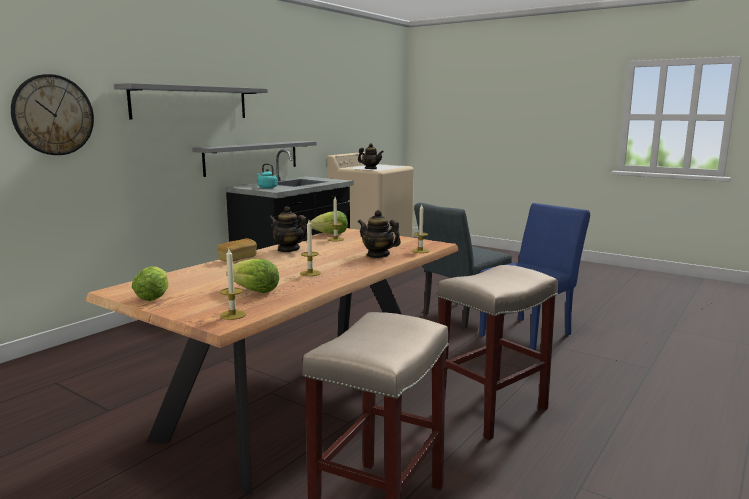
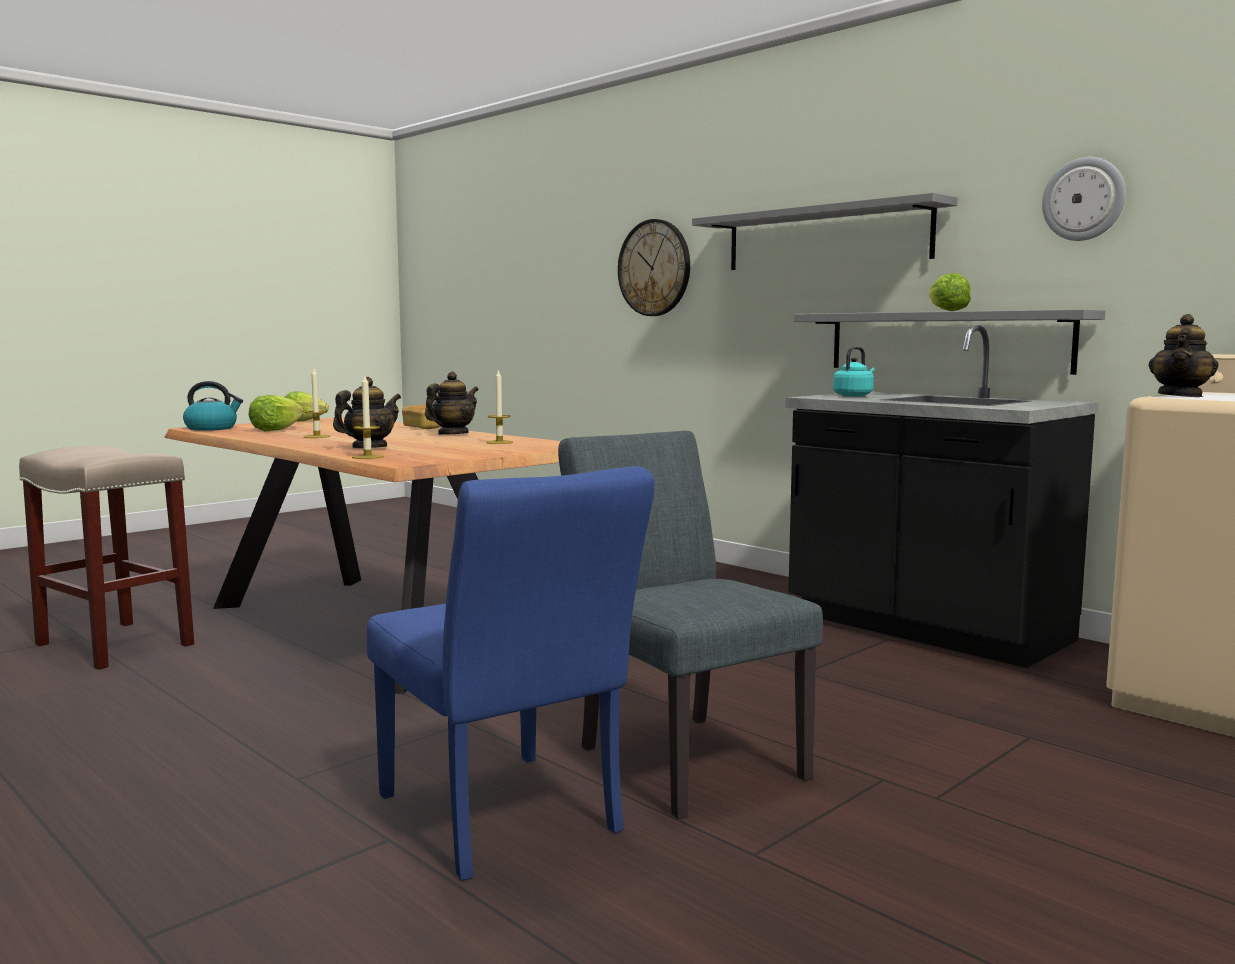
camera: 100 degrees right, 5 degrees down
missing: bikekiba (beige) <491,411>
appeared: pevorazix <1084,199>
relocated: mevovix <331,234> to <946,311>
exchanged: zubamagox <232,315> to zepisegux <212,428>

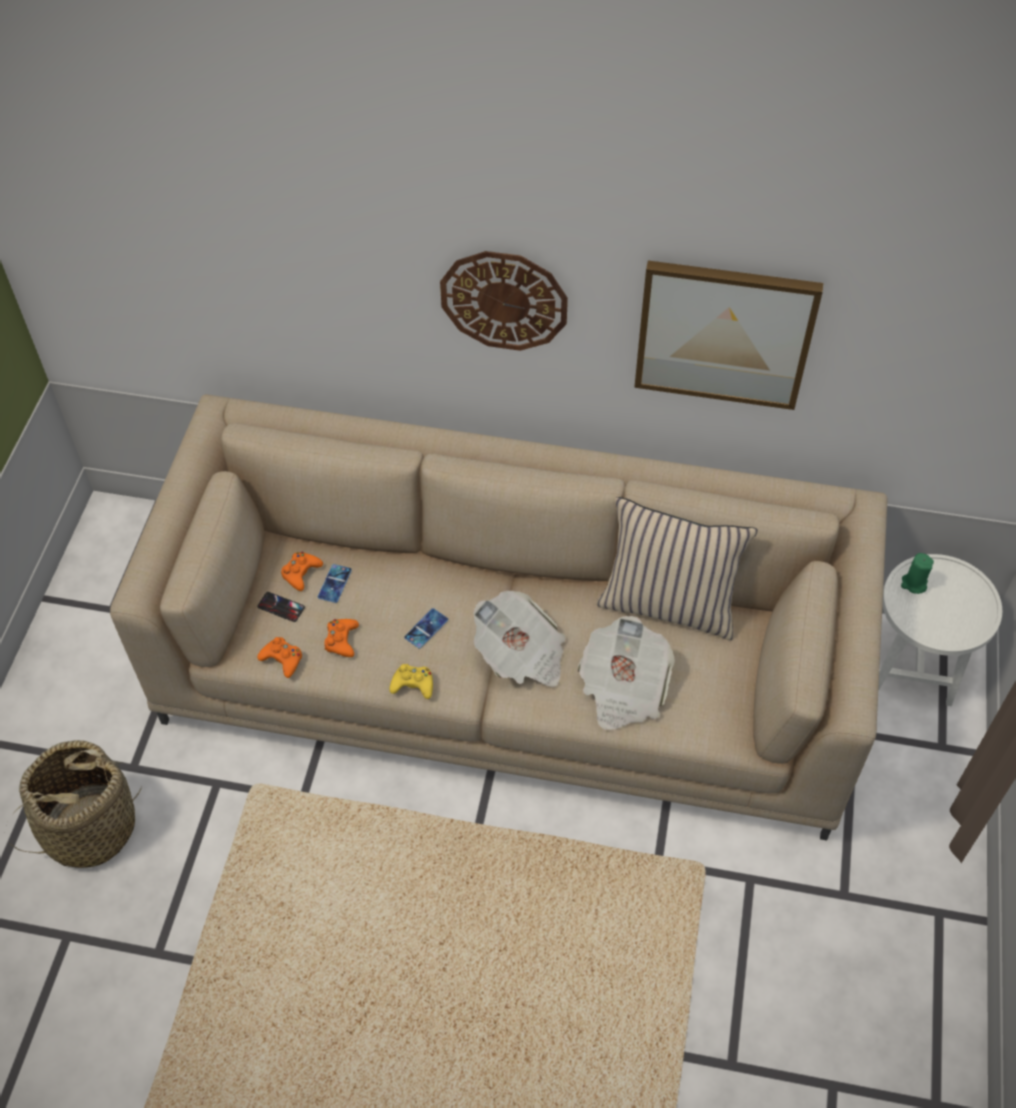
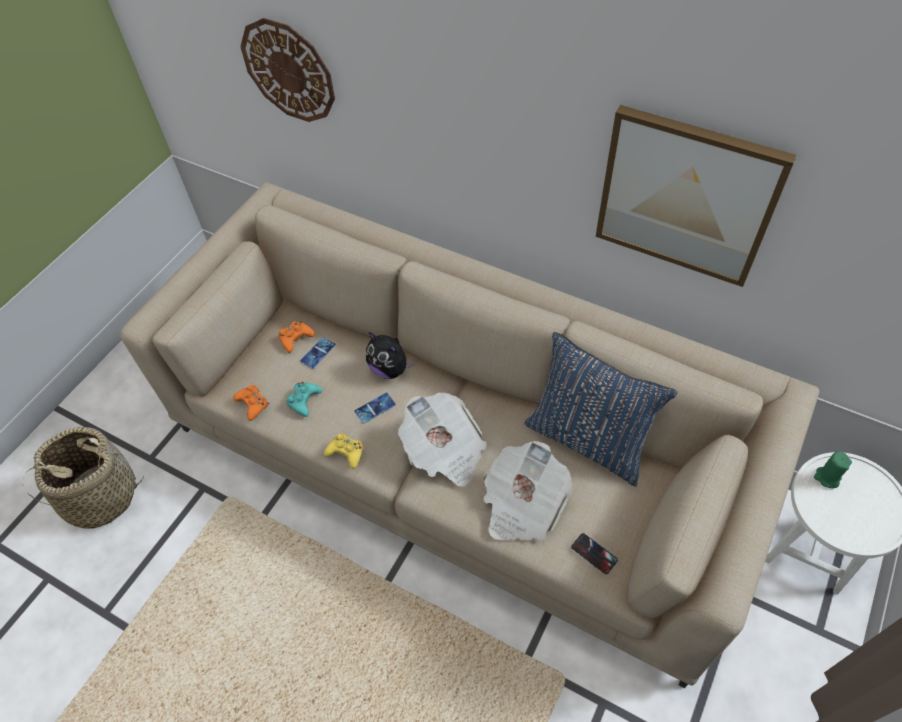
camera: 20 degrees right, 0 degrees up
appeared: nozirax <390,369>
relocated: pevorazix <504,300> to <289,71>; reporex <281,607> to <594,553>
colour: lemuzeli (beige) <668,604> to lemuzeli (blue) <588,439>; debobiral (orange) <341,640> to debobiral (turquoise) <304,401>

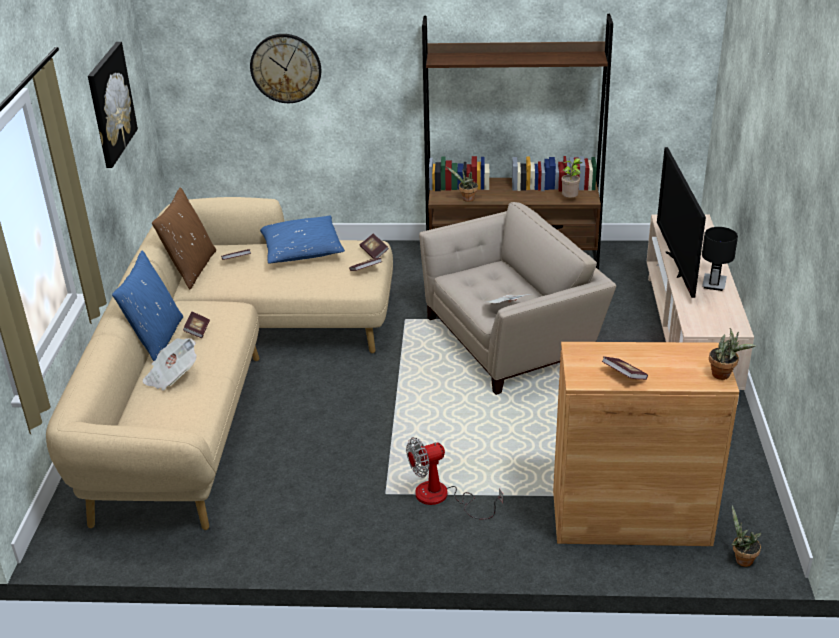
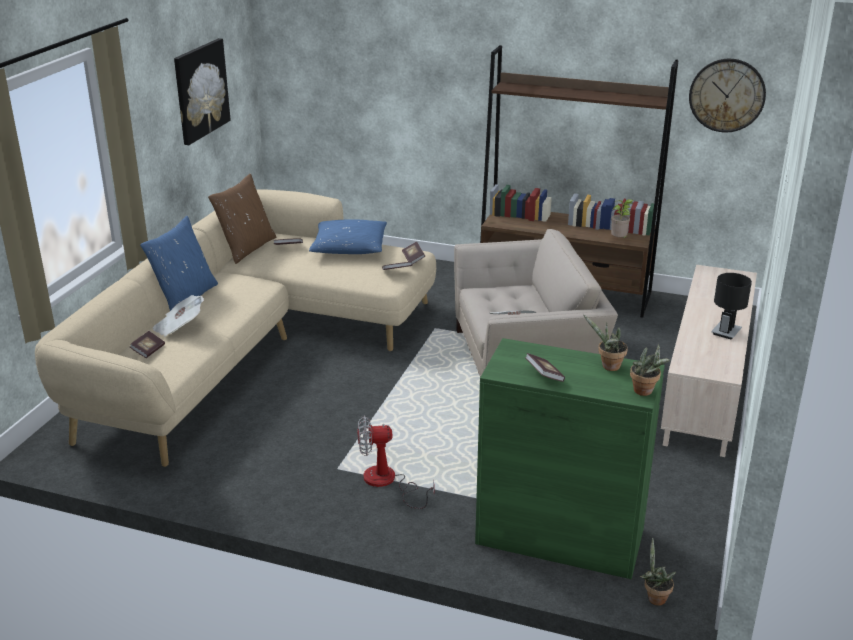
camera: 15 degrees right, 5 degrees down
missing: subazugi <677,264>
relocated: pevorazix <286,68> to <727,95>; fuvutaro <466,199> to <608,366>; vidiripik <197,331> to <148,351>
colour: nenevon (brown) <630,518> to nenevon (green) <560,536>

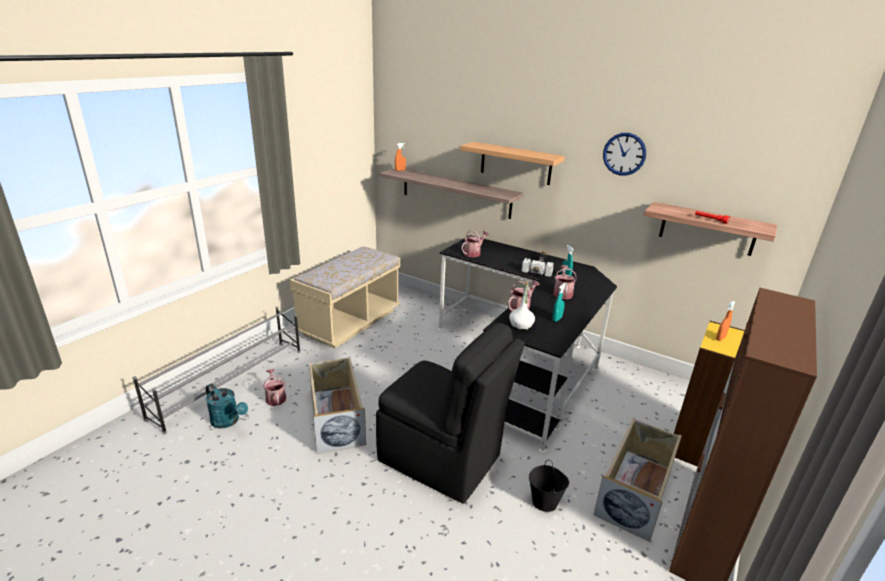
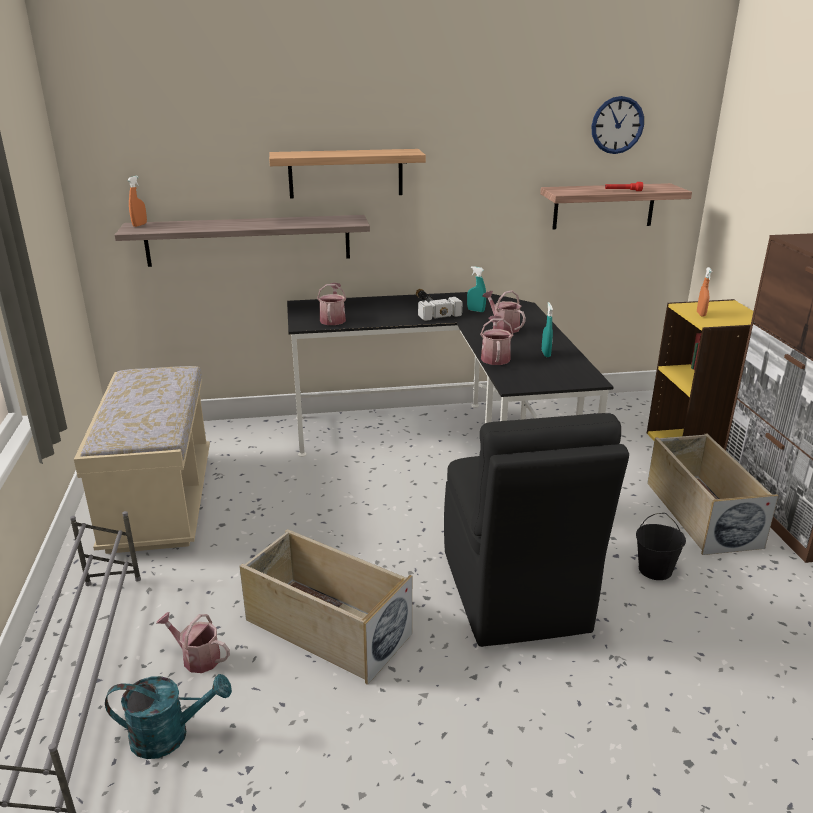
camera: 40 degrees left, 0 degrees up
missing: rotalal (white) <521,325>
relocated: pevorazix <624,154> to <617,125>
spun: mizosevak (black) <442,459> = <514,593> 90 degrees clockwise

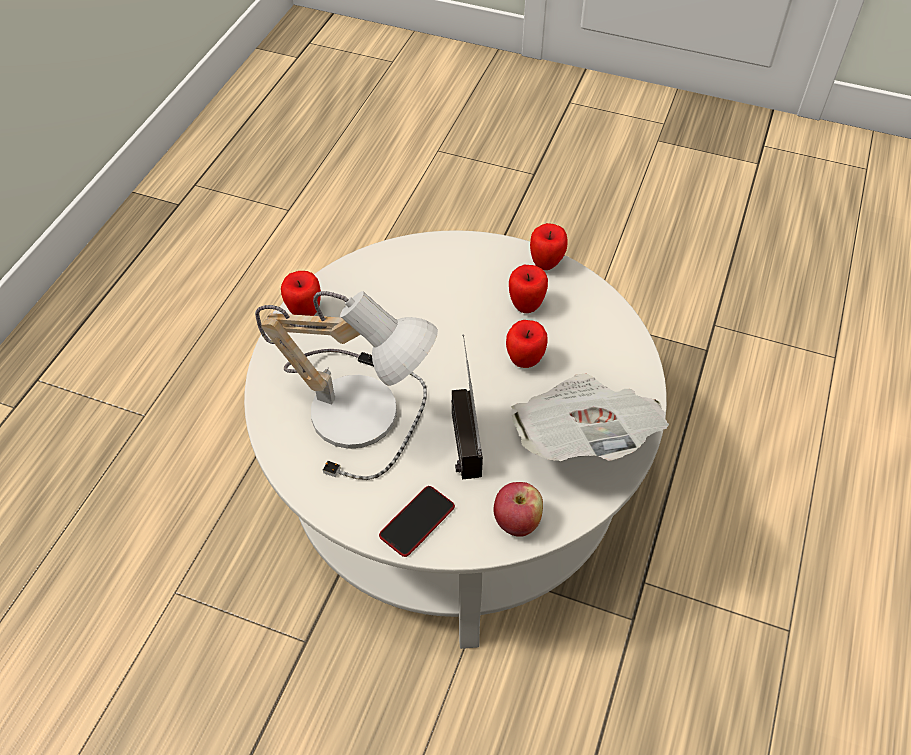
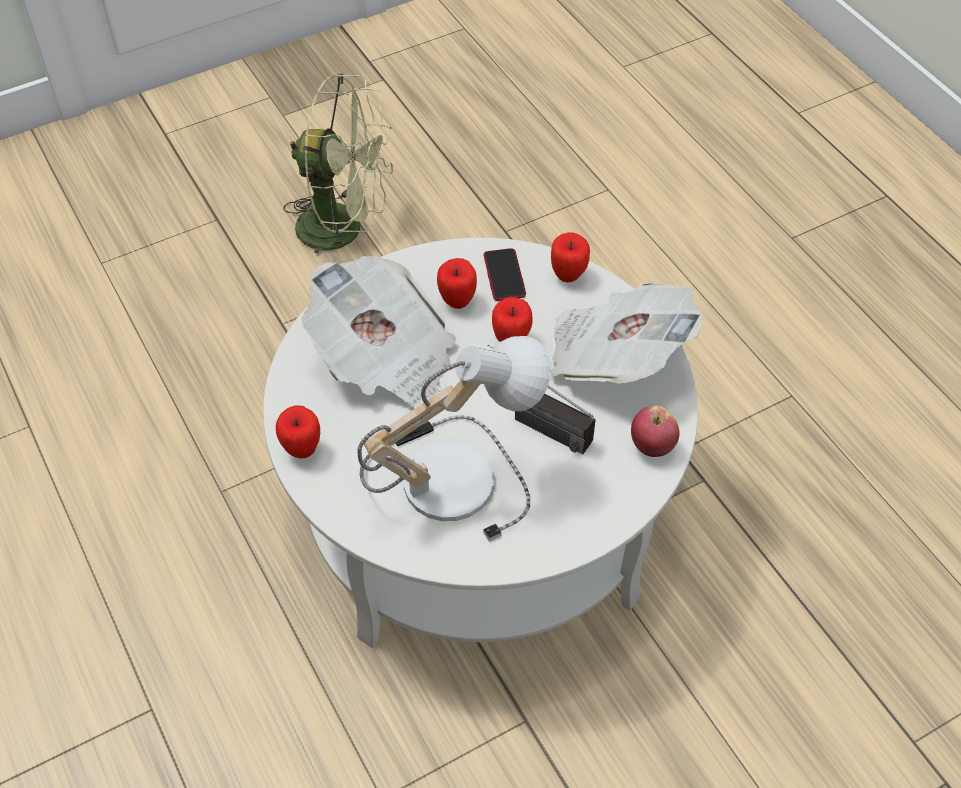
camera: 50 degrees left, 0 degrees up
appeared: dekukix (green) <344,228>; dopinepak <384,358>
relocated: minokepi <546,264> to <568,275>; reporex <417,521> to <504,275>

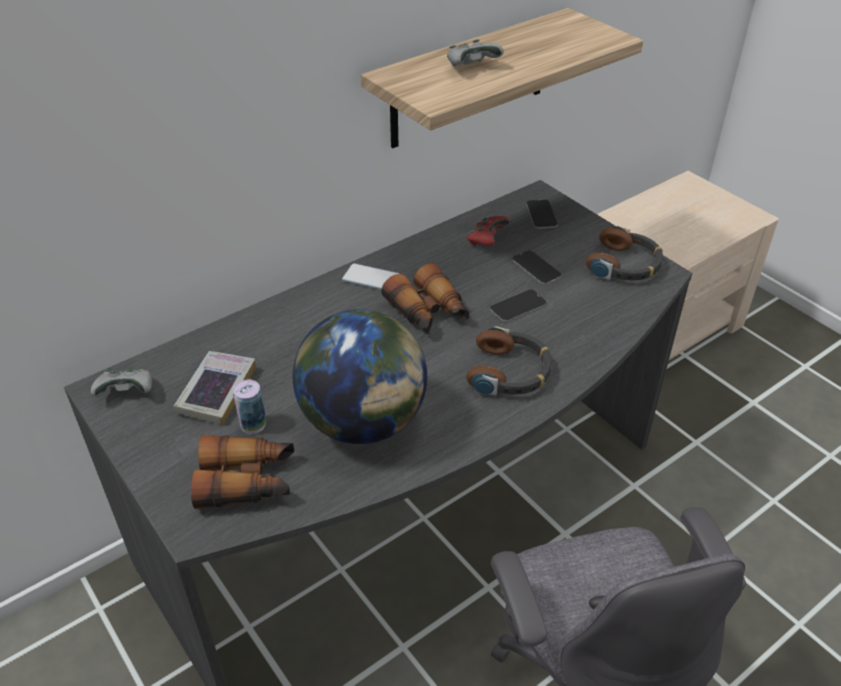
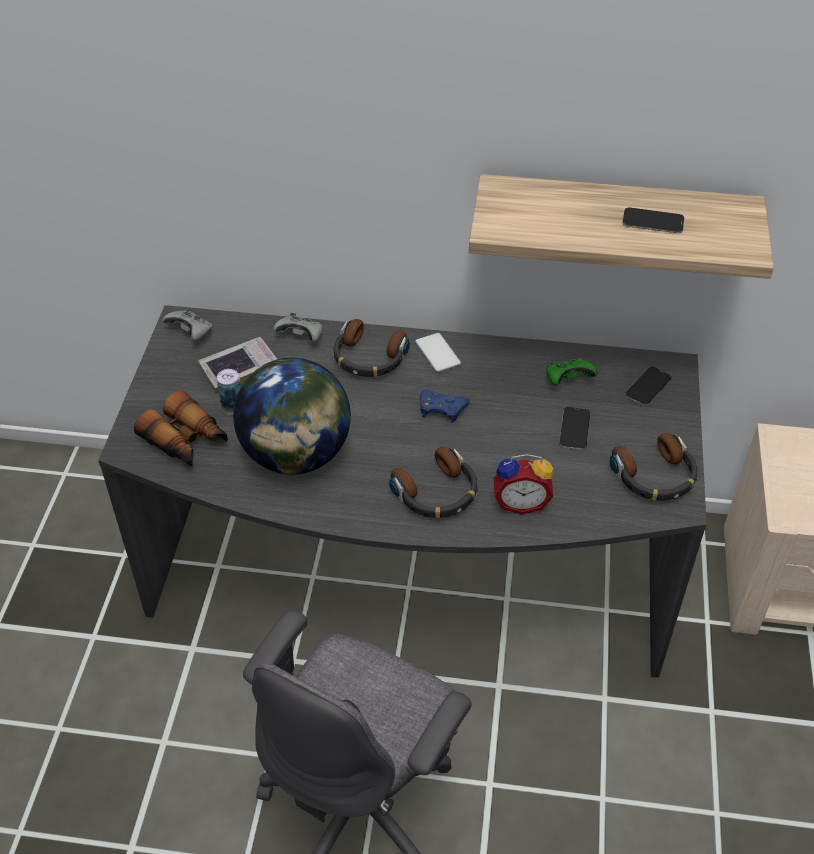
camera: 45 degrees right, 5 degrees up
appeared: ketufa <368,358>; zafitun <520,502>
relocated: debobiral (grey) <471,67> to <301,337>; reporex <518,307> to <653,222>
exchanged: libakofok <428,313> to debobiral (blue) <442,408>
colour: debobiral (red) <486,241> to debobiral (green) <568,380>

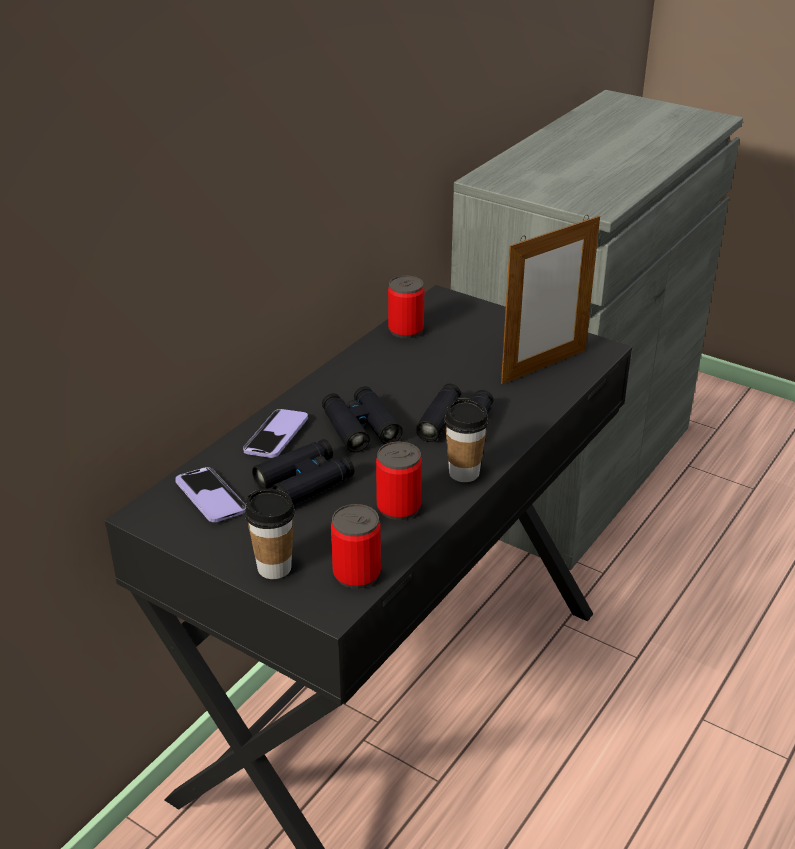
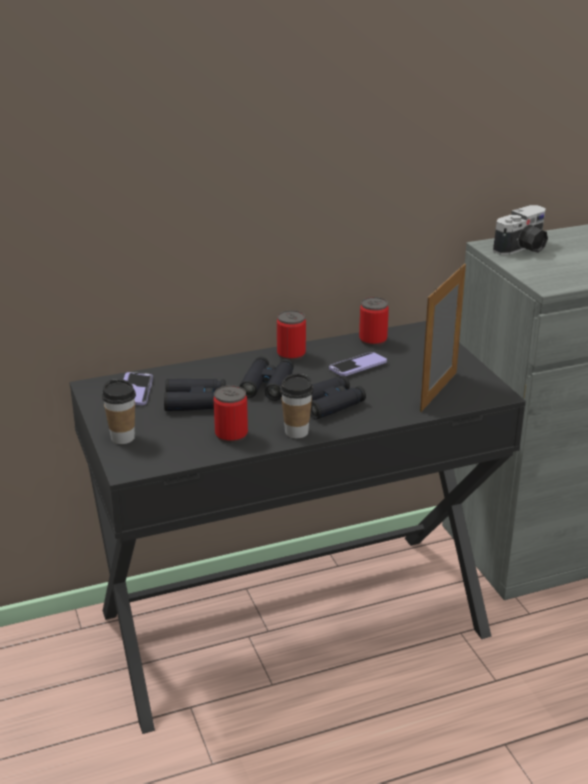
camera: 35 degrees right, 5 degrees down
appeared: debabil <523,249>
relocated: reporex <276,435> to <357,366>; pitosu <356,574> to <291,355>
spun: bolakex <544,366> = <438,391> 120 degrees clockwise

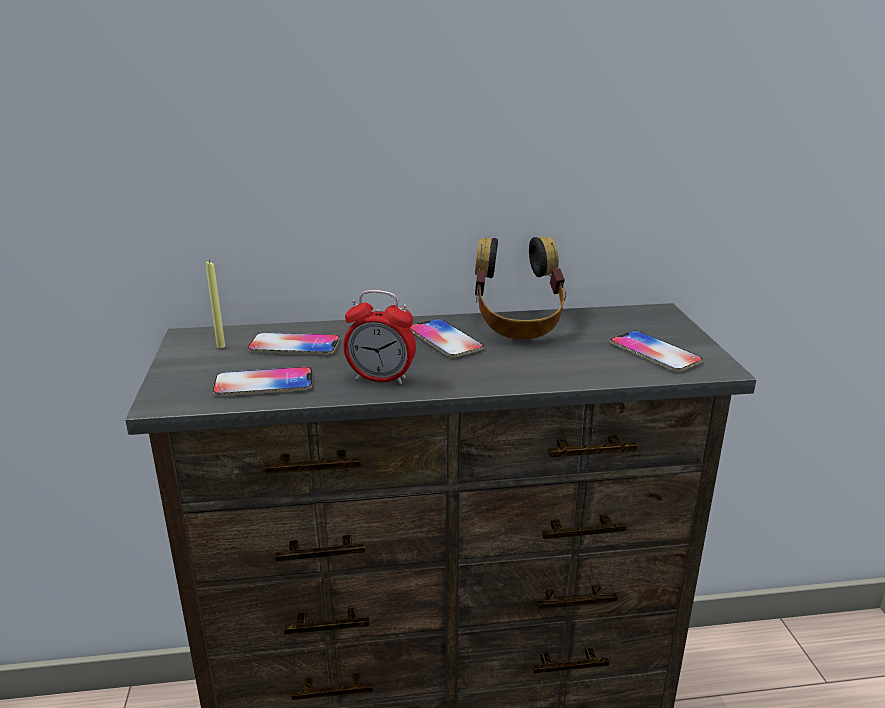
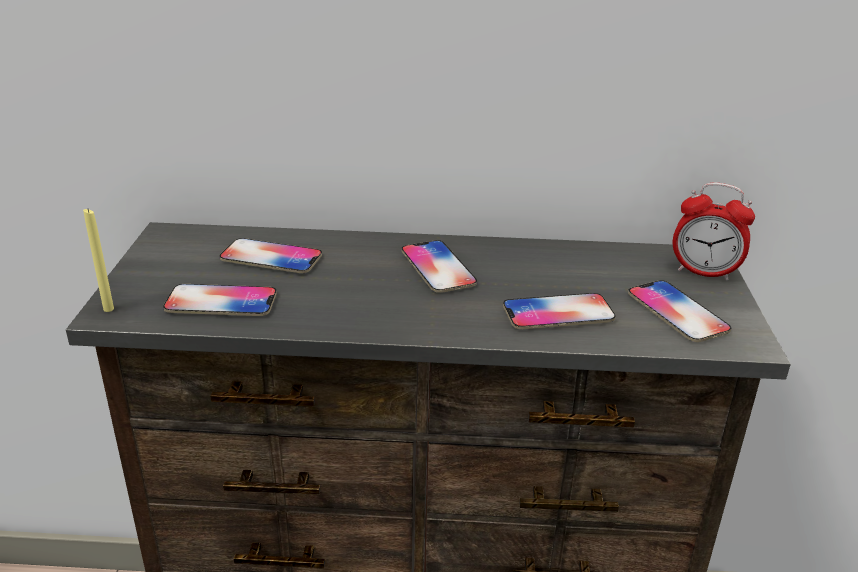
camera: 10 degrees right, 5 degrees up
missing: ketufa <517,323>
appeared: reporex <558,313>
relocated: zubamagox (yellow) <221,346> to <108,309>; zafitun <381,379> to <704,272>

